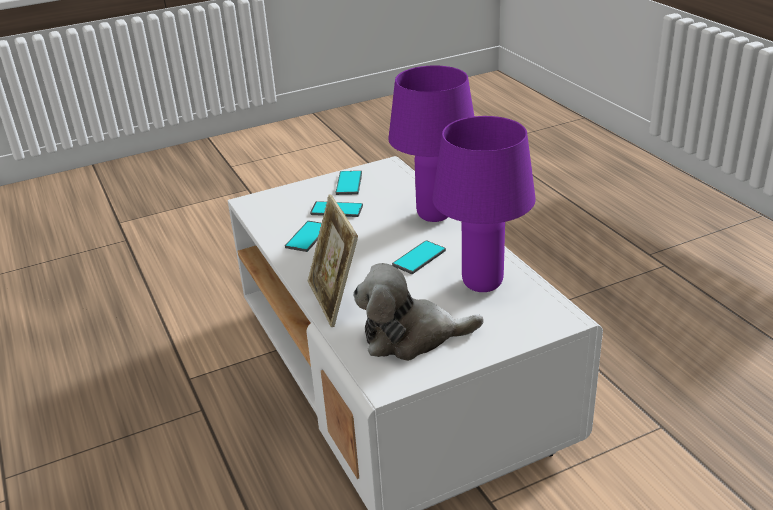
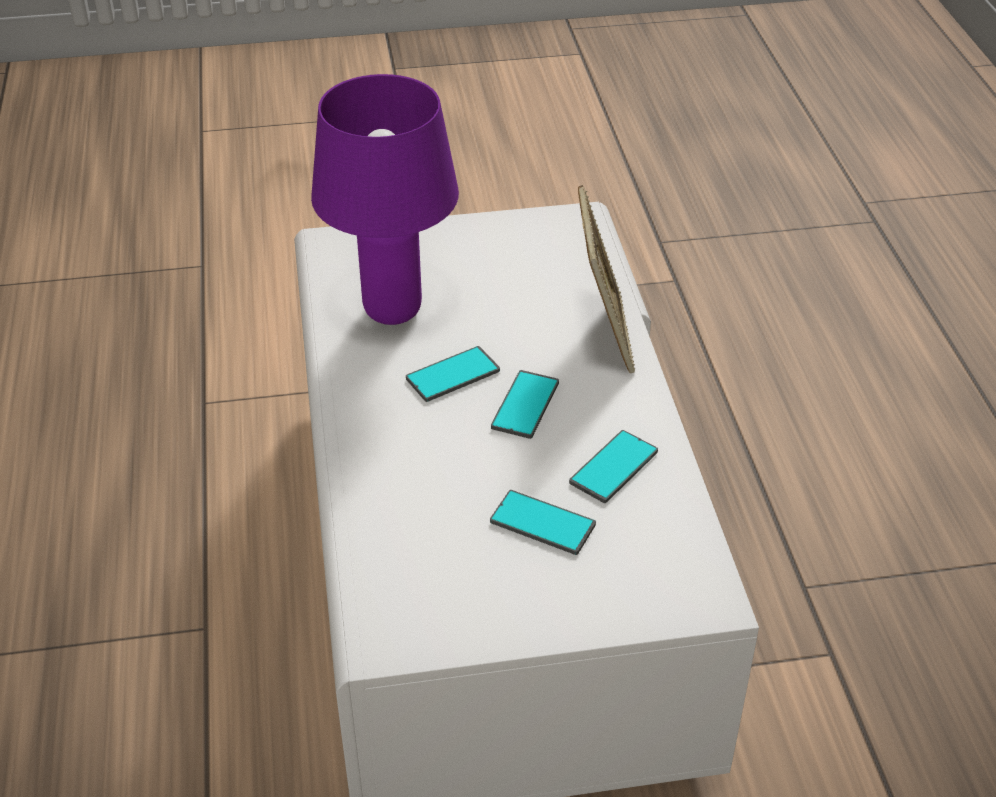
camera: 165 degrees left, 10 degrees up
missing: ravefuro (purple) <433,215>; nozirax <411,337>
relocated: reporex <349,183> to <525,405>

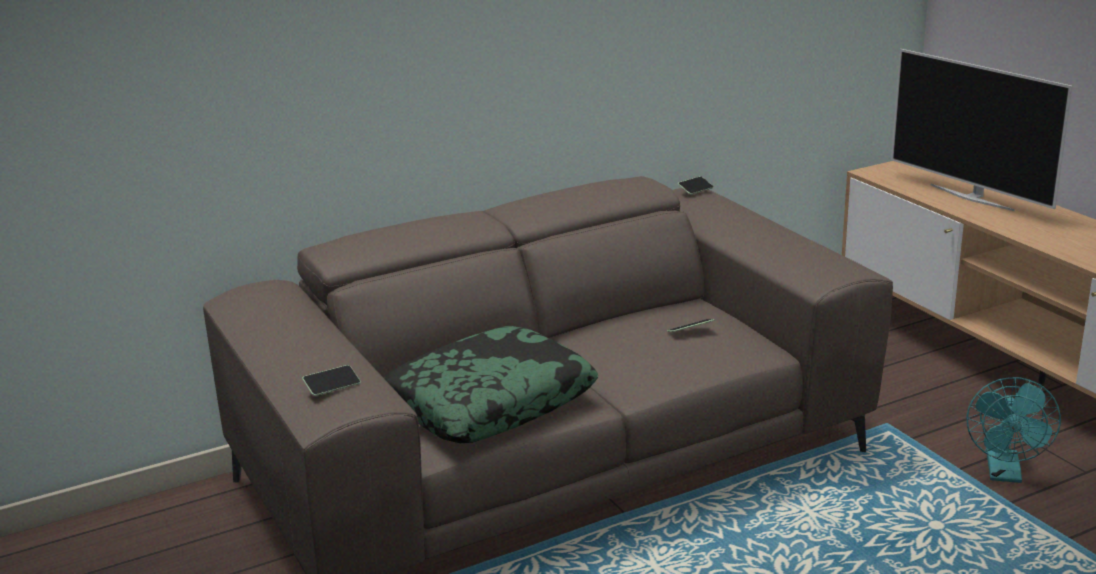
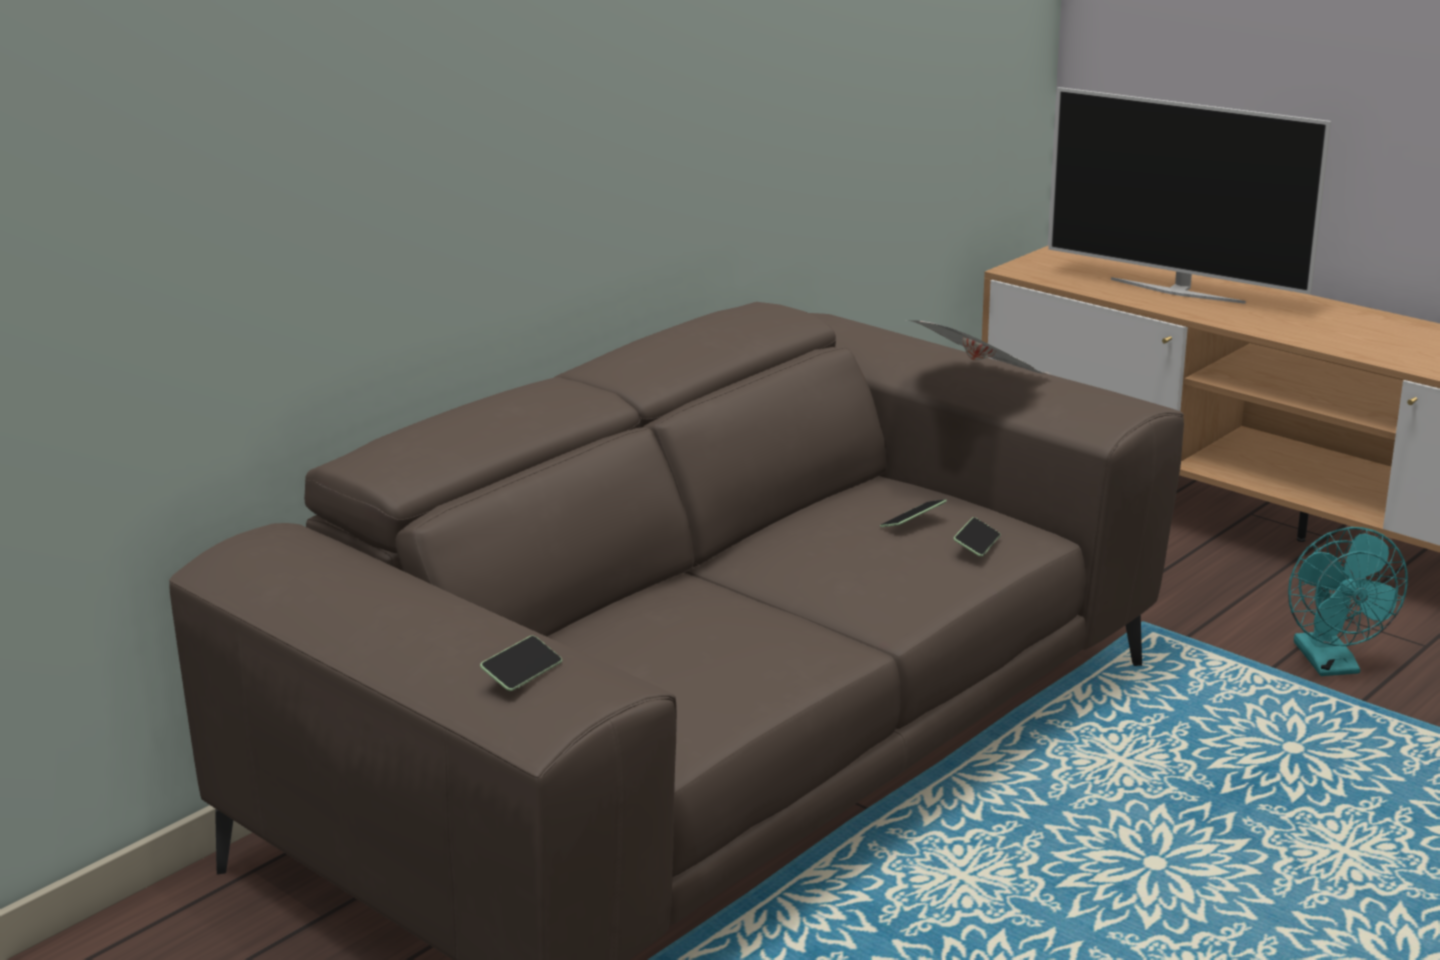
camera: 20 degrees left, 0 degrees up
missing: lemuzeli <489,402>
appeared: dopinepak <980,385>
relocated: reporex <695,191> to <976,546>

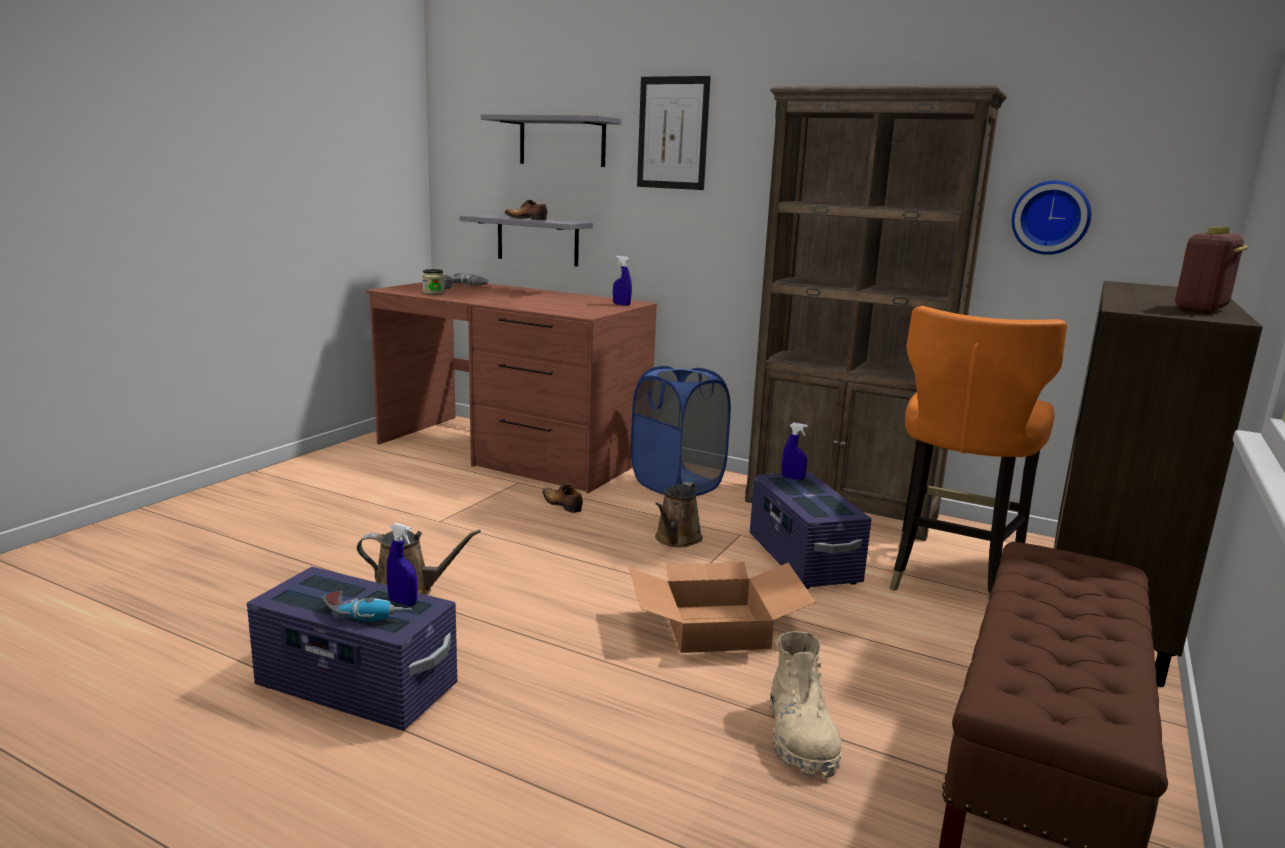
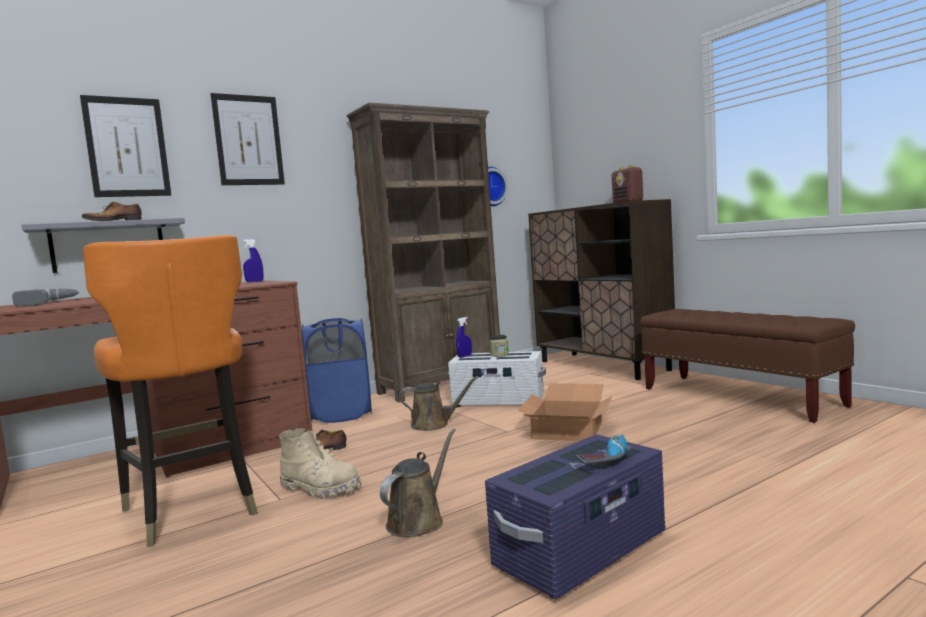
camera: 60 degrees left, 10 degrees down
missing: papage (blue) <403,602>
relocated: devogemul <433,293> to <499,355>; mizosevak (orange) <950,578> to <193,509>; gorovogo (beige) <800,737> to <320,488>
exchanged: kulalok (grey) <562,141> to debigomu <127,147>
colour: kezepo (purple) <802,559> to kezepo (white) <498,401>
spun: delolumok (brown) <676,539> = <434,425> 45 degrees counterclockwise

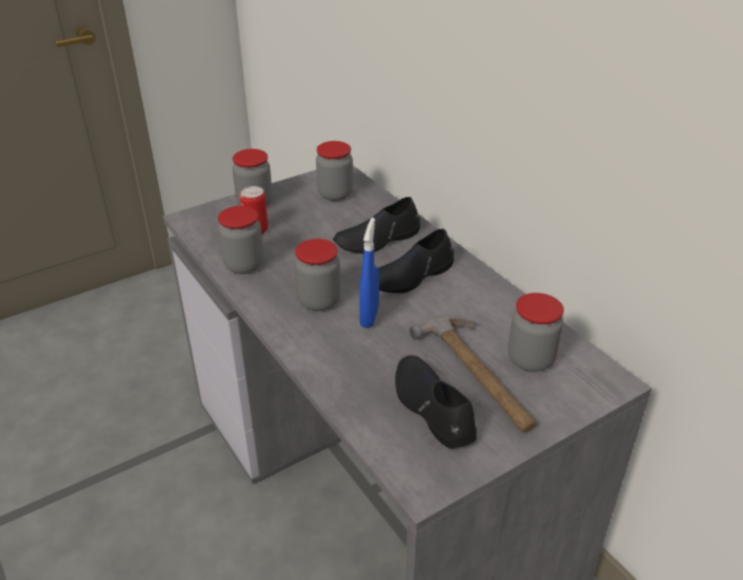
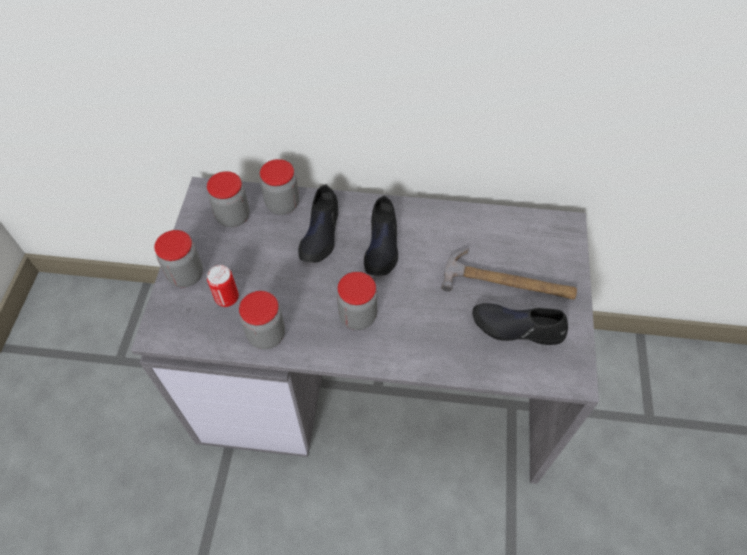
camera: 50 degrees left, 20 degrees up
missing: papage (blue) <369,316>
relocated: devogemul <530,359> to <282,204>

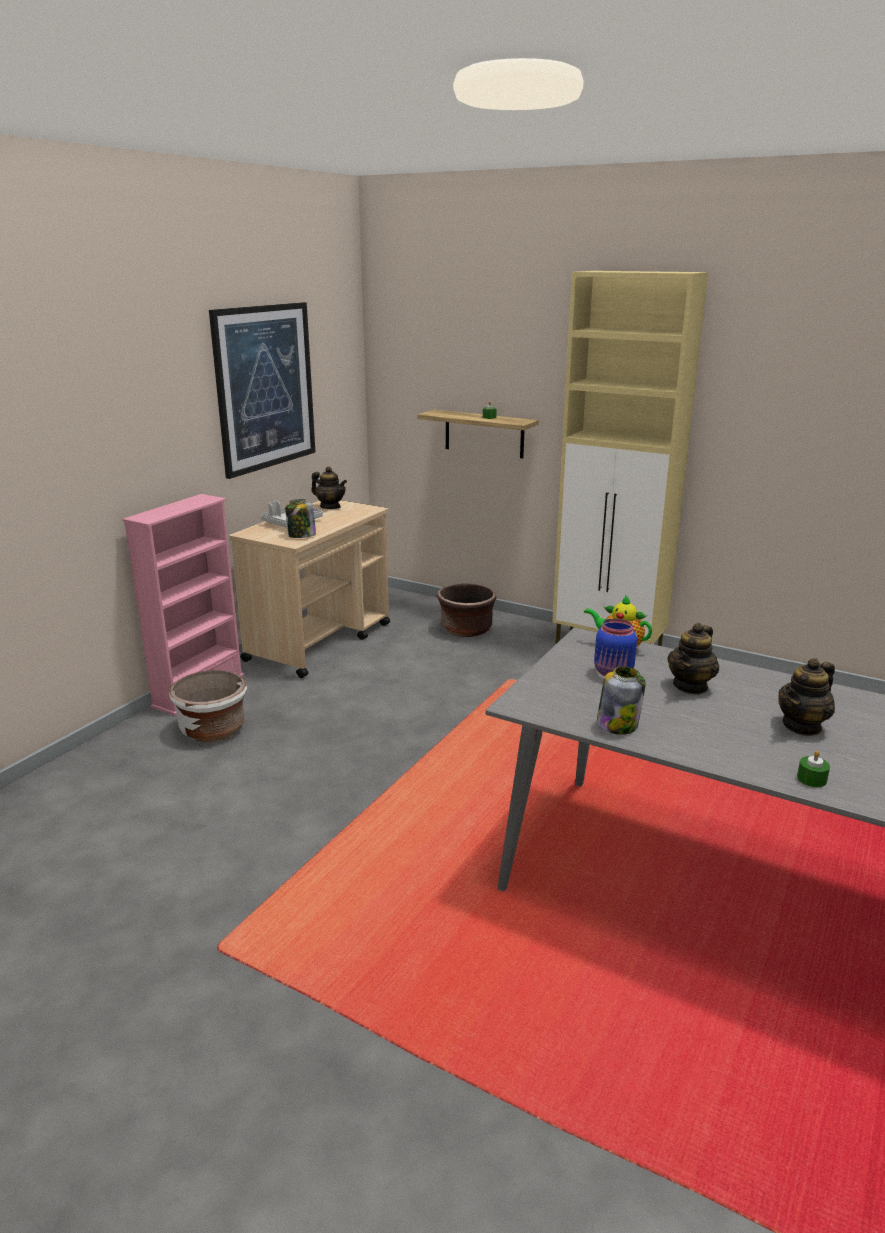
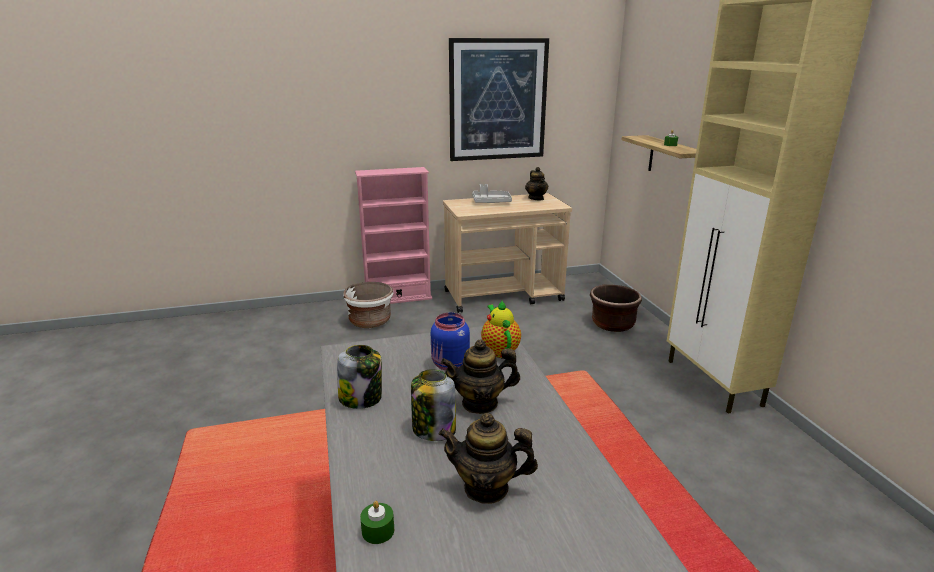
camera: 45 degrees right, 0 degrees up
relocated: devogemul <301,536> to <433,429>

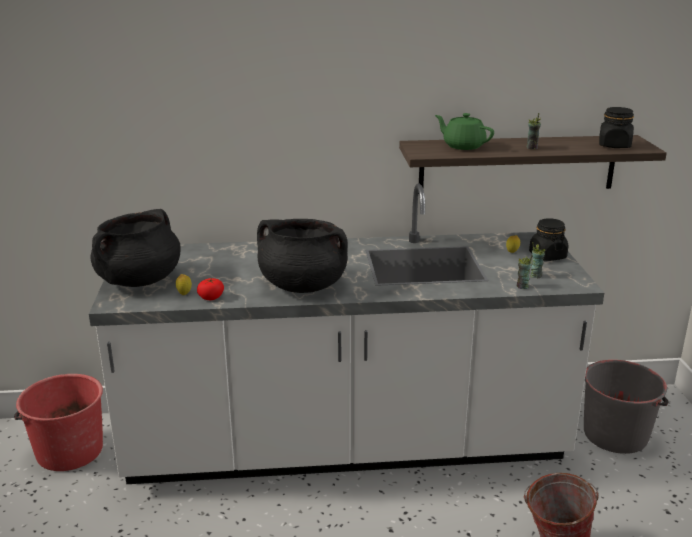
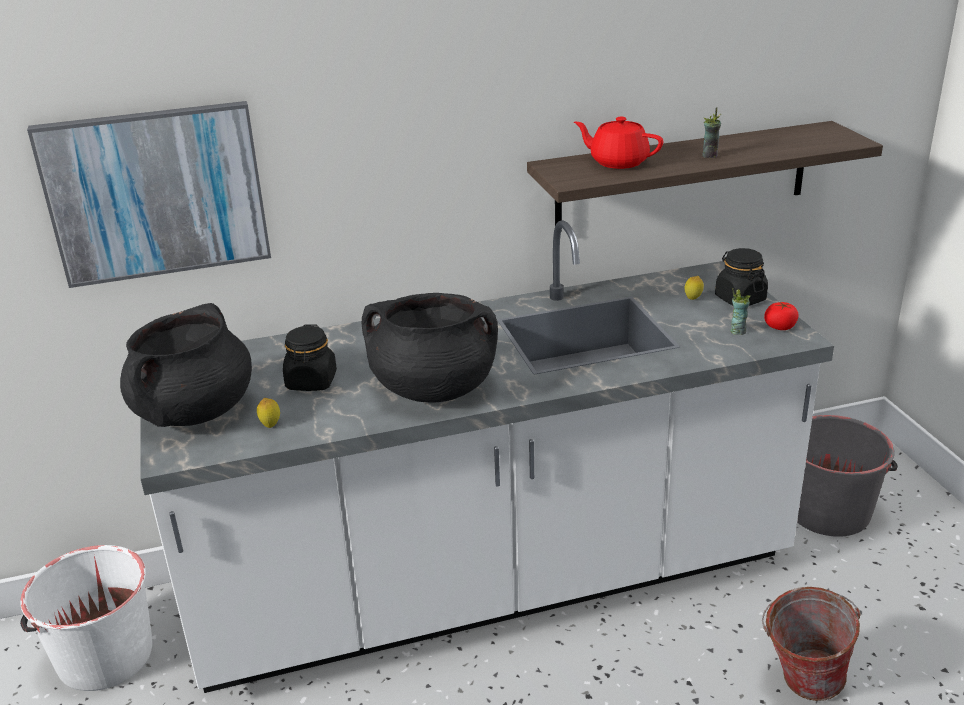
camera: 10 degrees left, 5 degrees up
missing: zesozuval <522,286>
appeared: debigomu <156,193>
relocated: devogemul (black) <614,145> to <311,381>; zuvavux <211,297> to <780,326>
colour: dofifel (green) <463,146> to dofifel (red) <618,162>; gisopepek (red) <69,451> to gisopepek (white) <104,656>

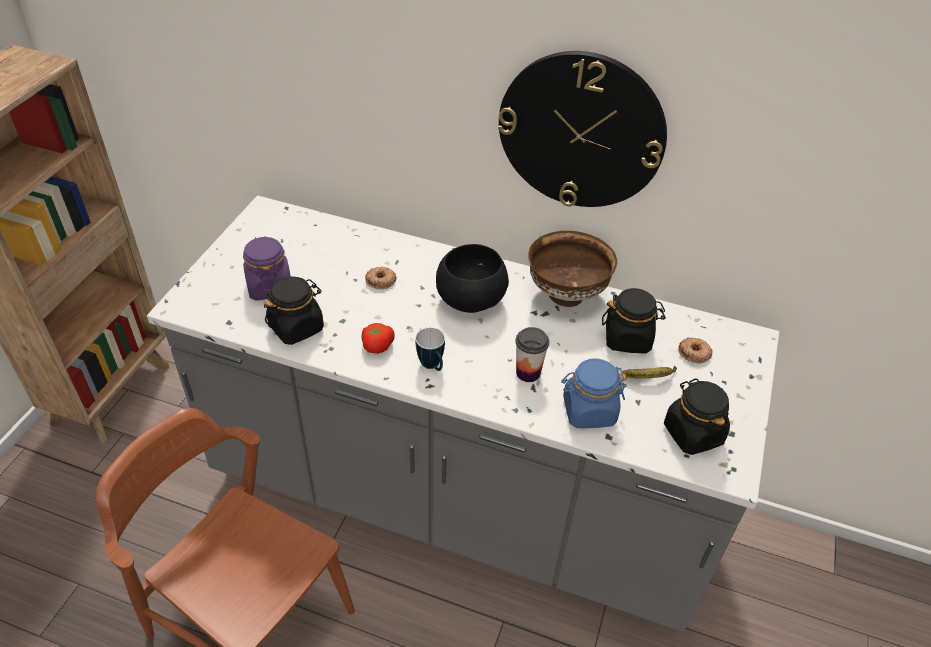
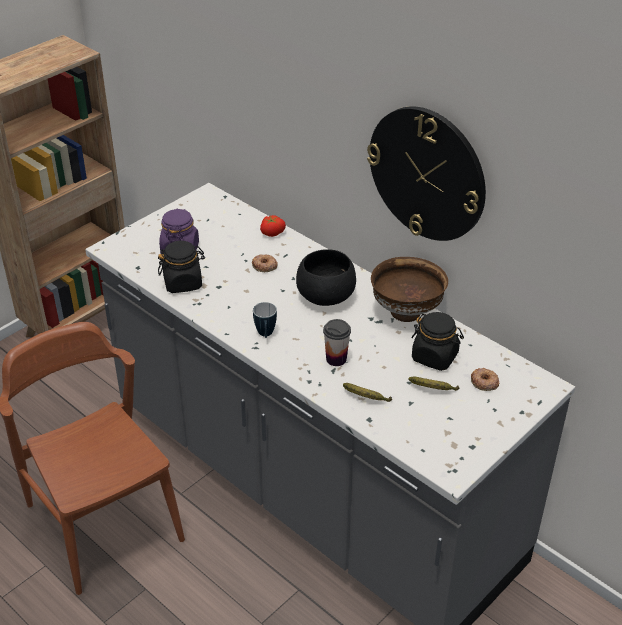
camera: 25 degrees right, 5 degrees down
missing: devogemul (black) <692,433>
relocated: zuvavux <376,345> to <272,232>
exchanged: devogemul (blue) <588,411> to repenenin <365,398>

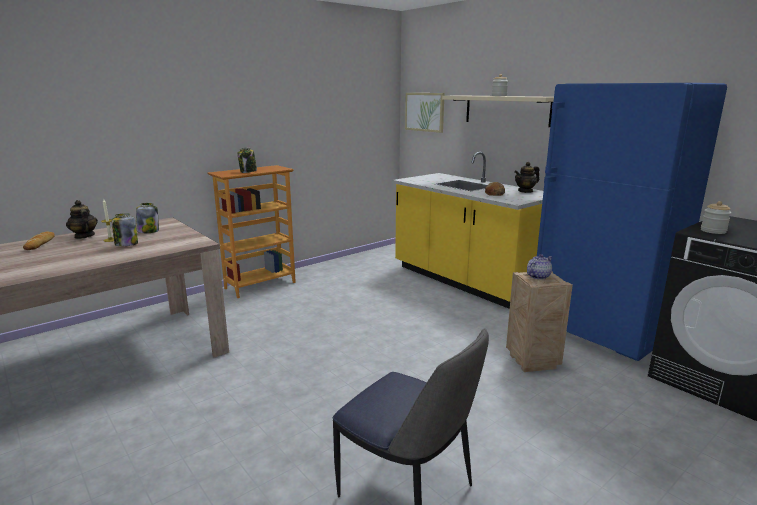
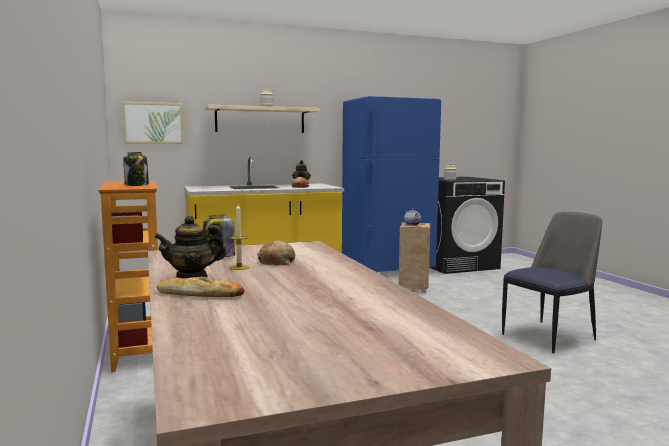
camera: 70 degrees left, 10 degrees down
exchanged: devogemul <126,244> to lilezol <276,262>

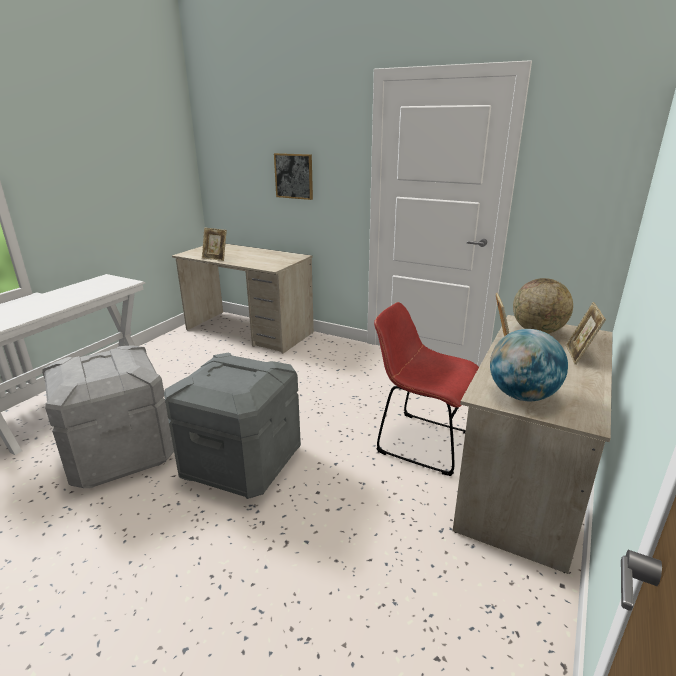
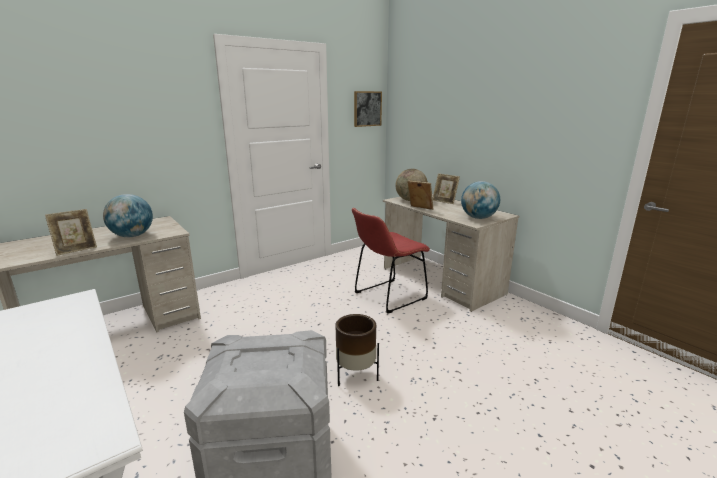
camera: 65 degrees left, 5 degrees down
appeared: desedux <132,236>
relocated: debigomu <294,176> to <367,108>
exchanged: kezepo (grey) <242,463> to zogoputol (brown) <356,375>

